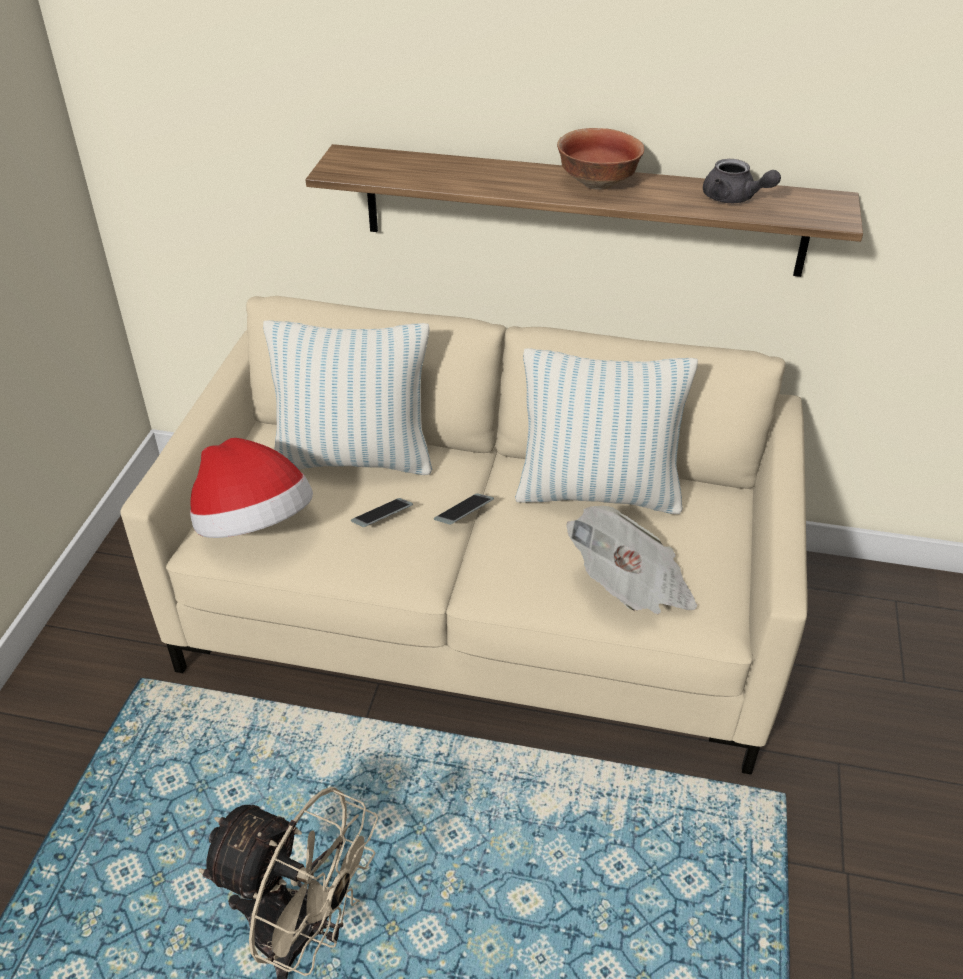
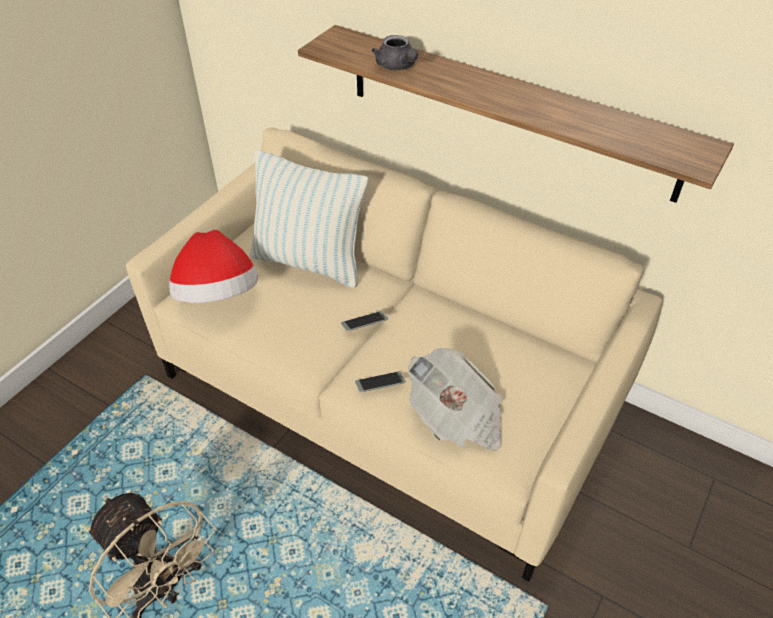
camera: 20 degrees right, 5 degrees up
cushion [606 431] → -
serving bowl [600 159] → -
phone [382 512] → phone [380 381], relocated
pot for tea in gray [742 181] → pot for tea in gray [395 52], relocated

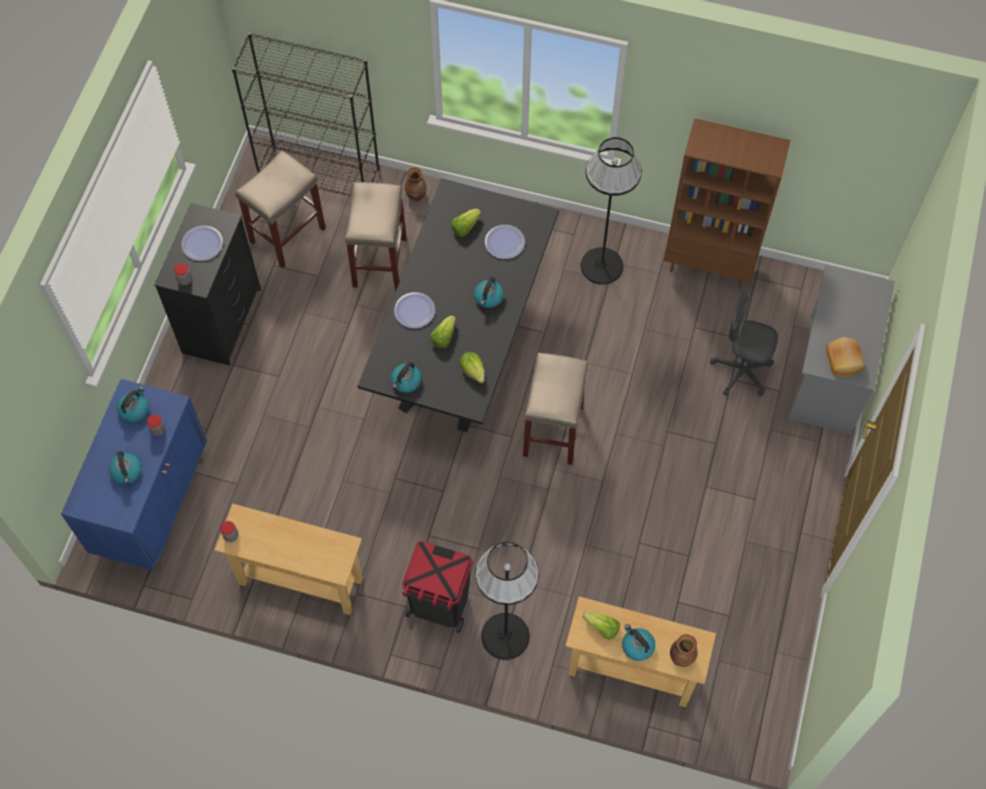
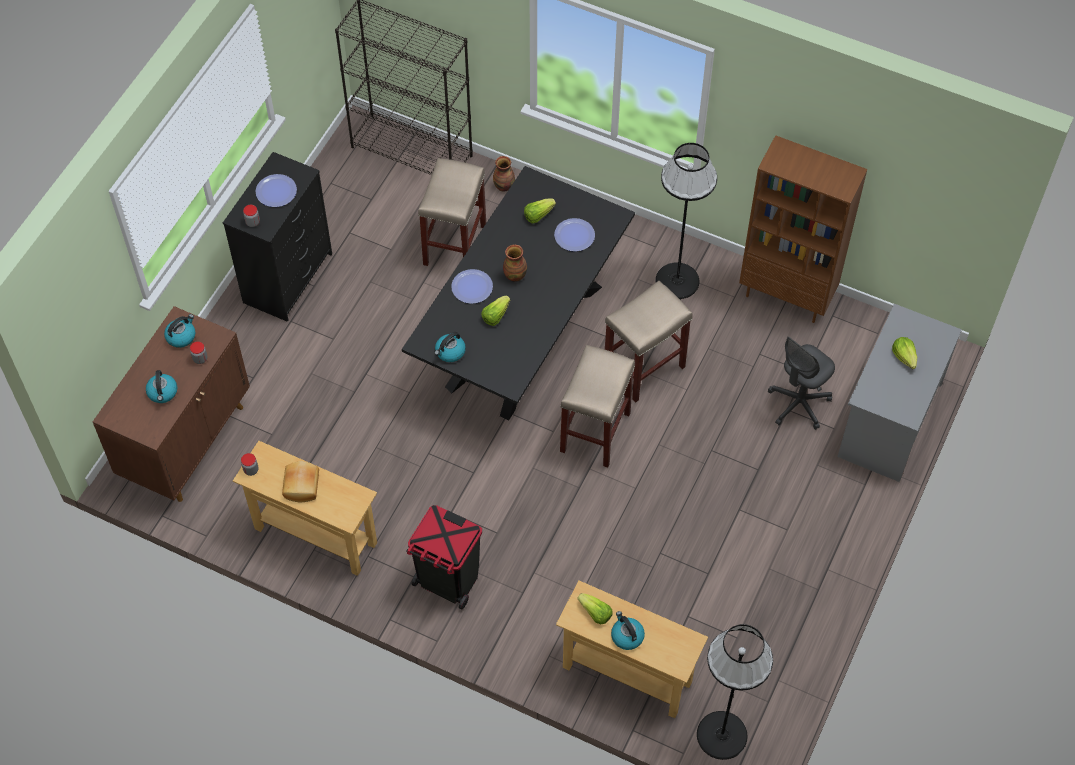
camera: 10 degrees right, 5 degrees down
water kettle [489 292] → -
sitting stool in beige-coloured [280 209] → sitting stool in beige-coloured [649 342], relocated
head of lettuce [472 367] → head of lettuce [904 353], relocated
floor lamp in black [507 601] → floor lamp in black [735 692], relocated
vase [684 650] → vase [515 263], relocated
baked bread [845 357] → baked bread [300 481], relocated
storage cabinet in blue [134 475] → storage cabinet in brown-coloured [171 404]
desk chair in gray [744 342] → desk chair in gray [801 383], 75 degrees counterclockwise

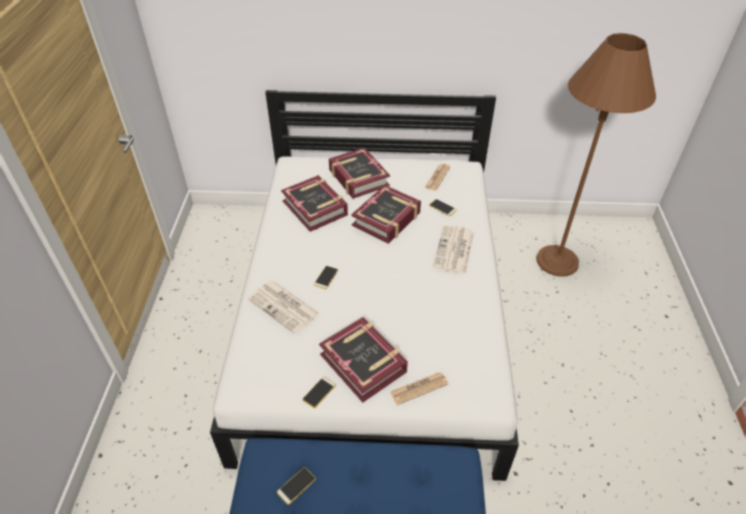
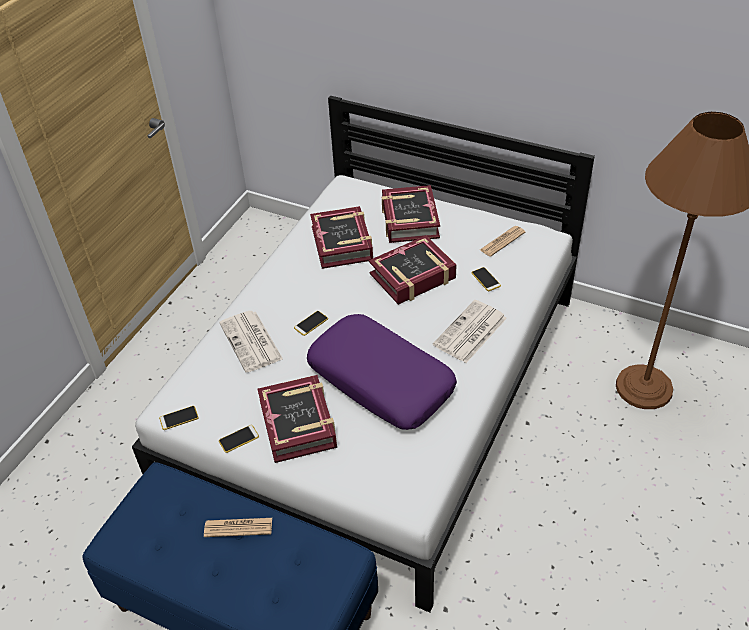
camera: 25 degrees right, 0 degrees up
- → cushion in purple-coloured [382 372]
phone [296 486] → phone [179 418], relocated
daily paper [419 388] → daily paper [238 527], relocated

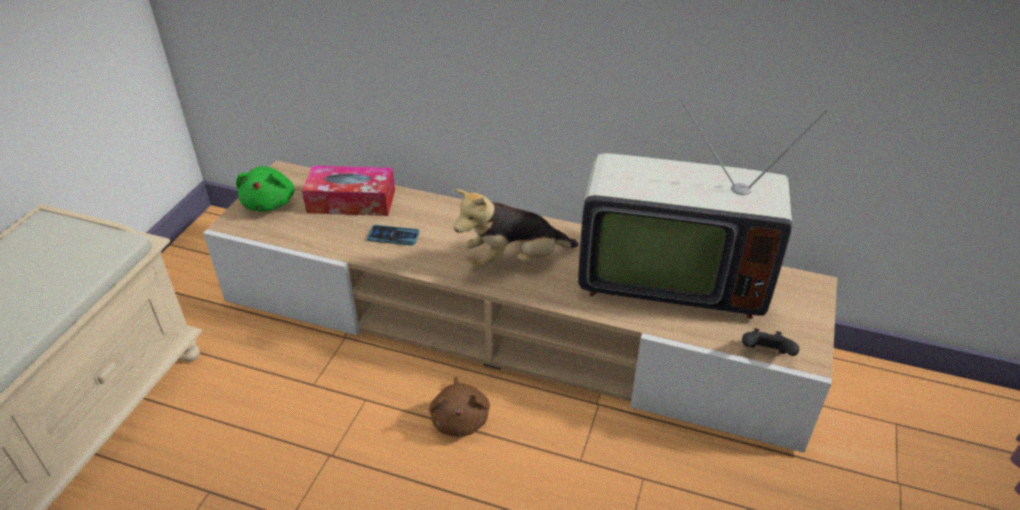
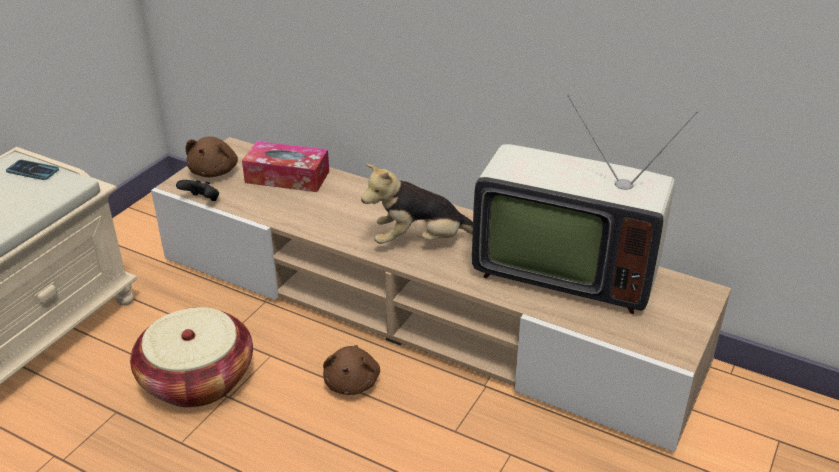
camera: 10 degrees right, 5 degrees down
- → storage basket [191 357]
phone [393 235] → phone [32 170], relocated
game controller in black [770 342] → game controller in black [197 190], relocated
plush toy in green [265 189] → plush toy in brown-coloured [212 156]

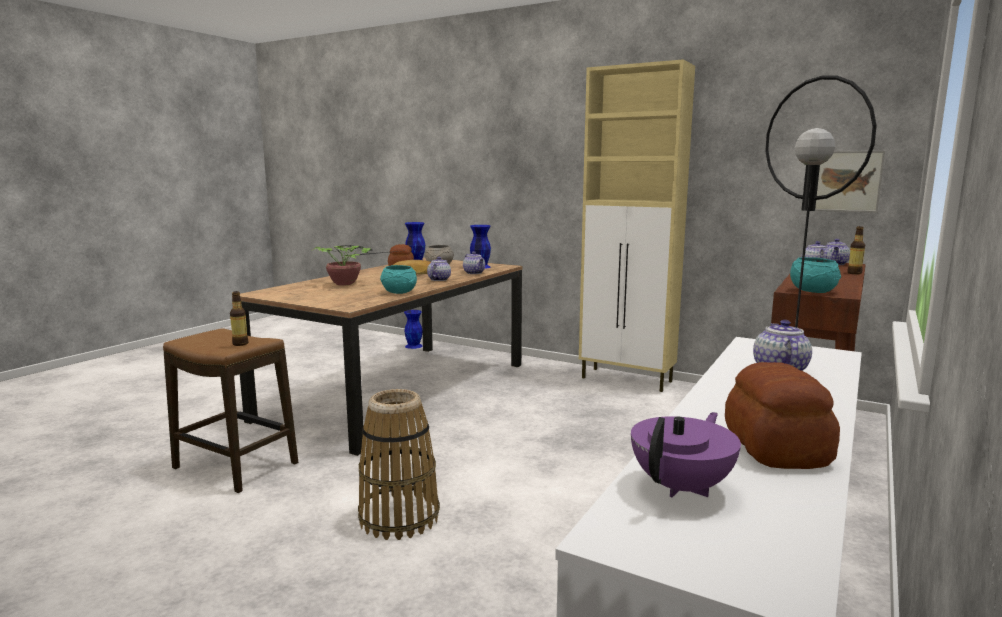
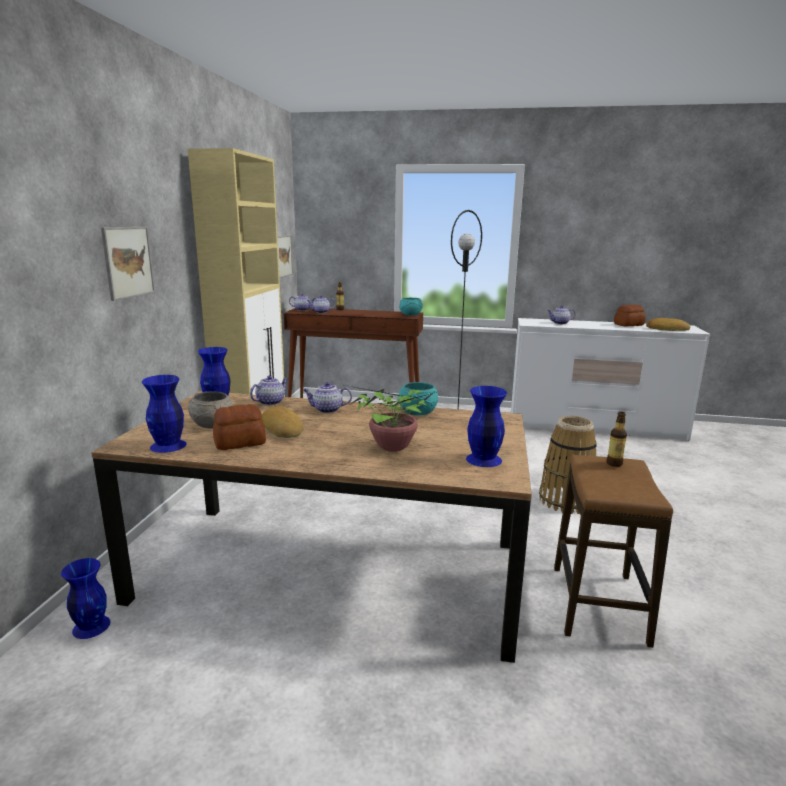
camera: 110 degrees left, 5 degrees up
- → picture [128 264]
- → vase in blue [486 426]
pot for tea in purple-coloured [686 454] → baked bread [668 324]

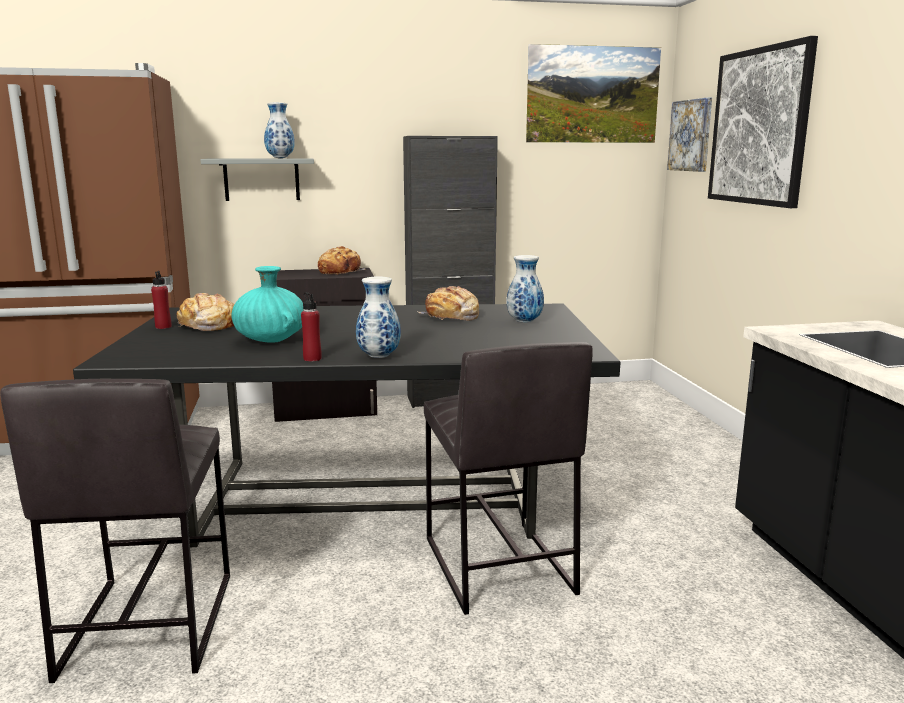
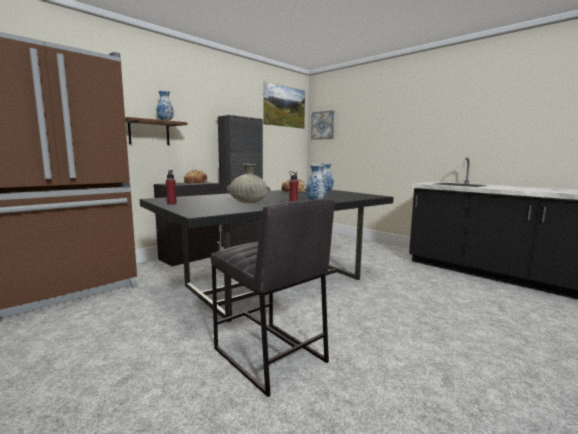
camera: 35 degrees left, 5 degrees down
baked bread [206 312] → -
sitting stool in gray [508 478] → -
picture [763 122] → -
shelf in gray [257 179] → shelf in brown-coloured [156 131]
vase in blue-green [267 304] → vase in beige-coloured [249 183]

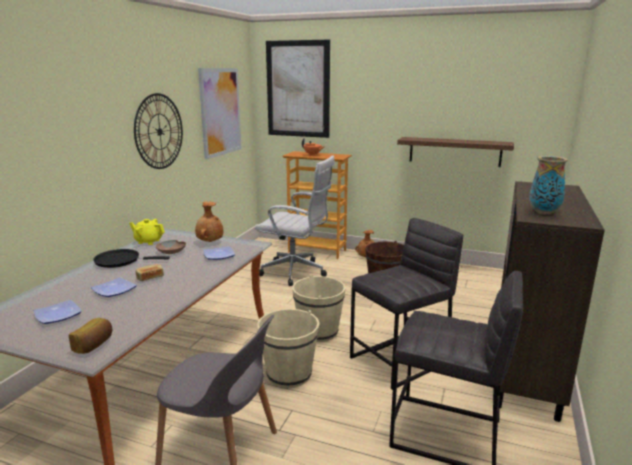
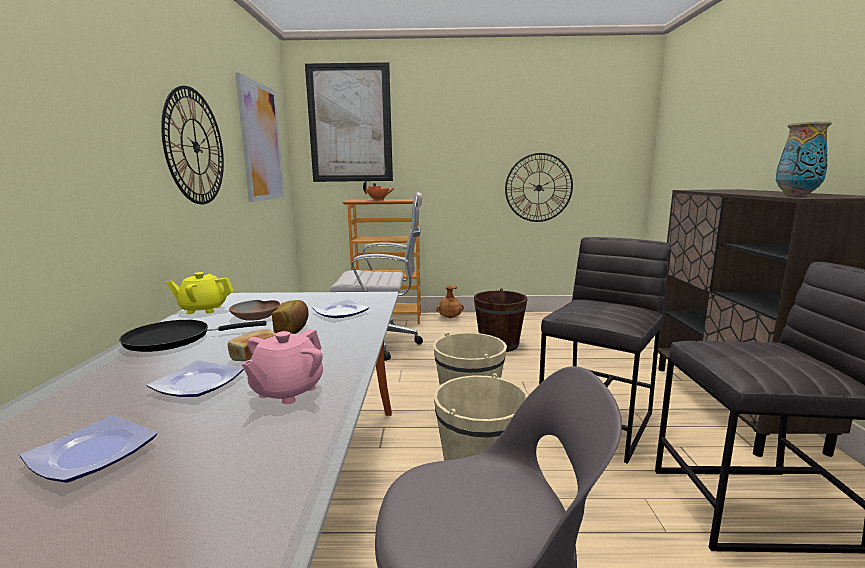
camera: 20 degrees left, 5 degrees down
vase in brown-coloured [209 222] → -
- → pot for tea in pinkish [282 366]
baked bread [90 336] → baked bread [290 317], relocated
shelf in brown-coloured [455 152] → hanging clock [539 187]

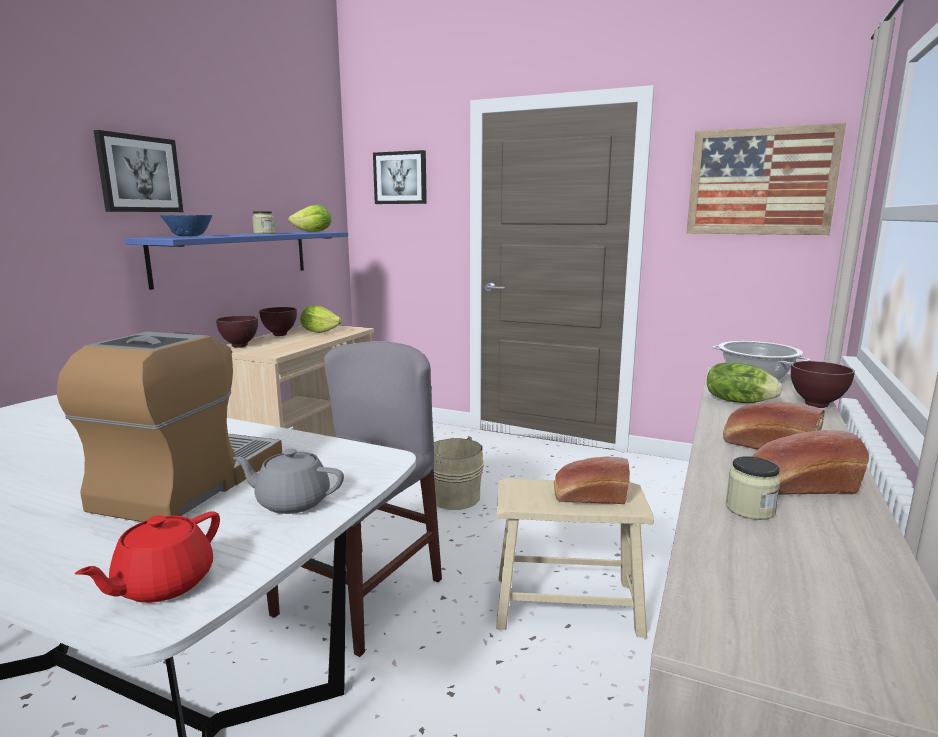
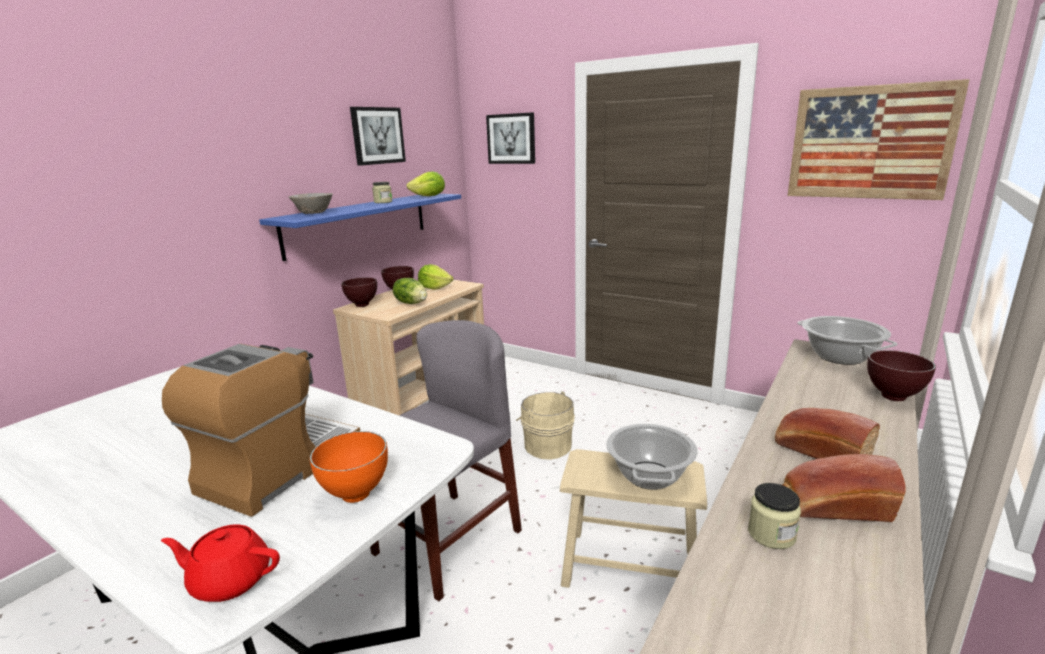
camera: 10 degrees right, 5 degrees up
picture [138 171] → picture [378 136], relocated
head of lettuce [744 382] → head of lettuce [410 291], relocated
pot for tea in gray [288 481] → serving bowl in orange-coloured [349 467]
baked bread [592 480] → cooking pot [652 457]
serving bowl in blue [186 225] → serving bowl in gray [311 203]
pot for tea in reddish [147 557] → pot for tea in reddish [220 563], 60 degrees clockwise

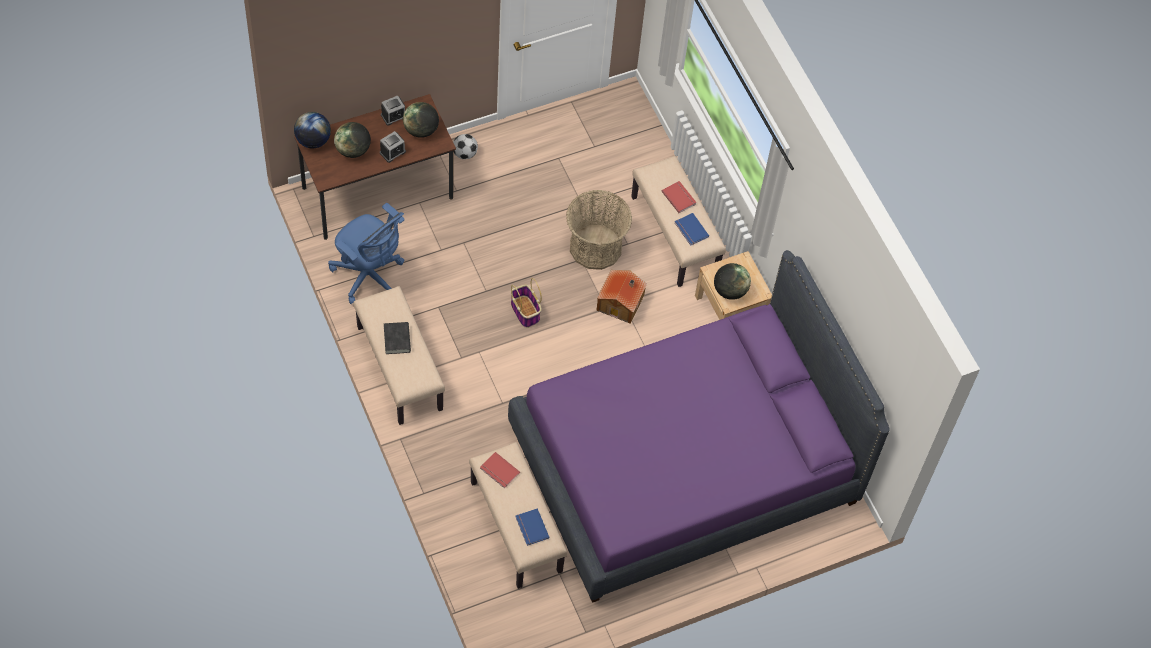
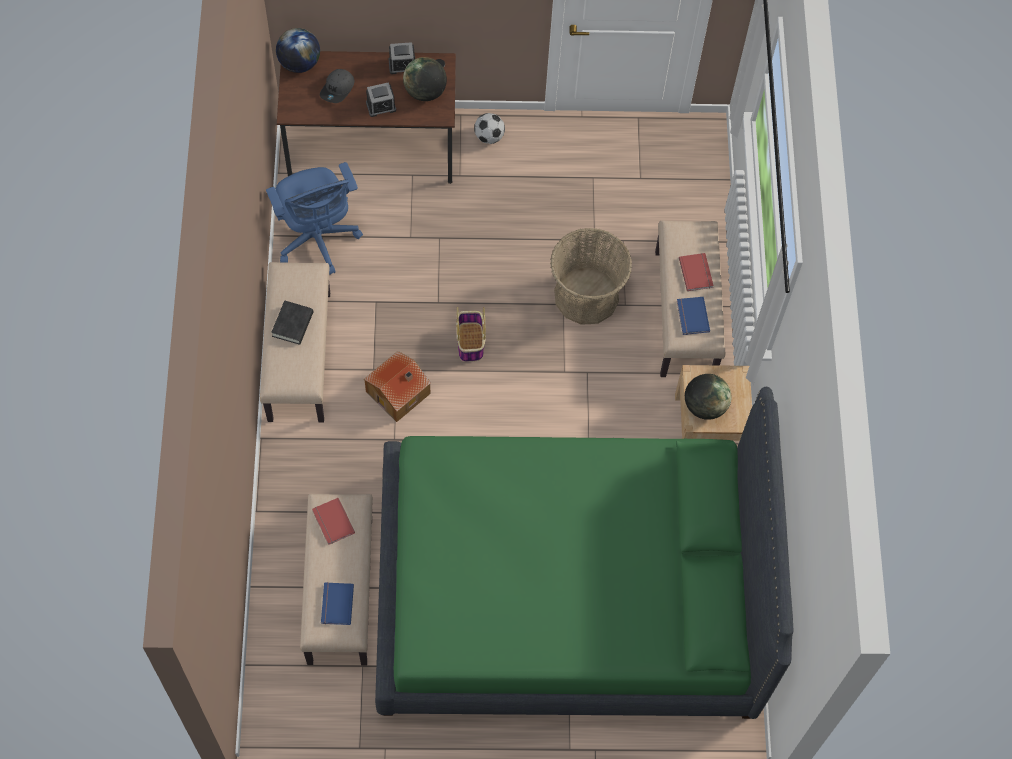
camera: 25 degrees right, 5 degrees up
toy house [621 297] → toy house [397 386], relocated
world globe [352 140] → peaked cap in gray [337 86]
bedroom bed in purple-coloured [699 426] → bedroom bed in green [584 553]

